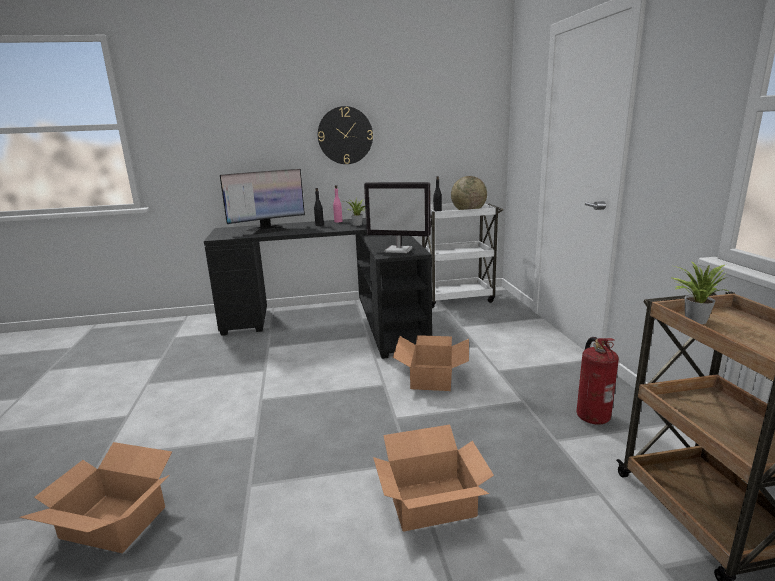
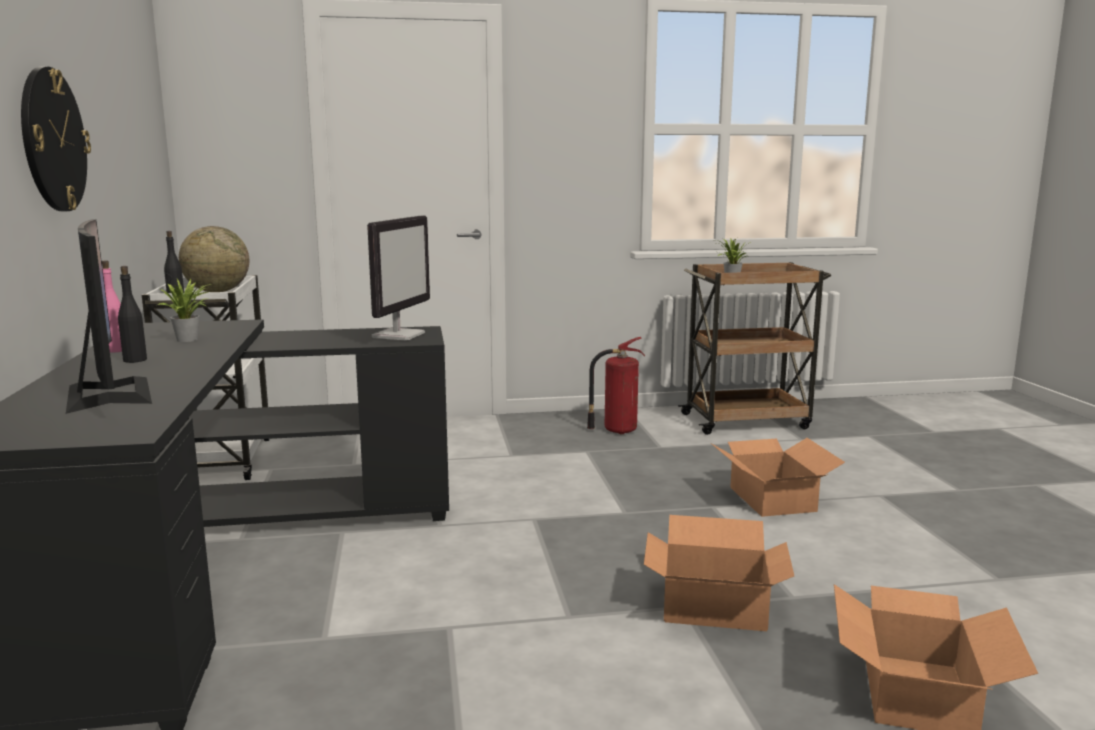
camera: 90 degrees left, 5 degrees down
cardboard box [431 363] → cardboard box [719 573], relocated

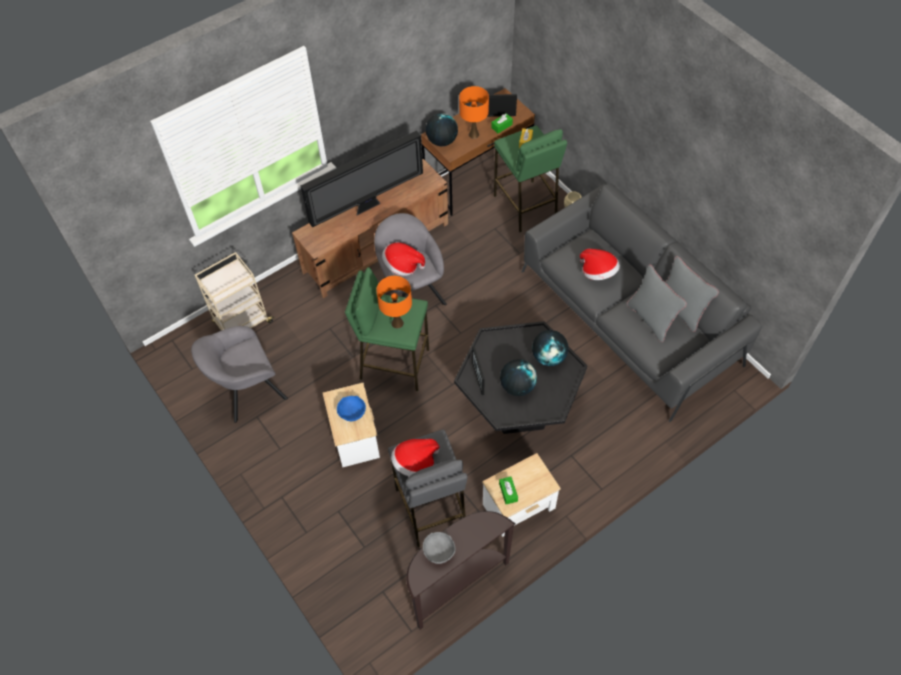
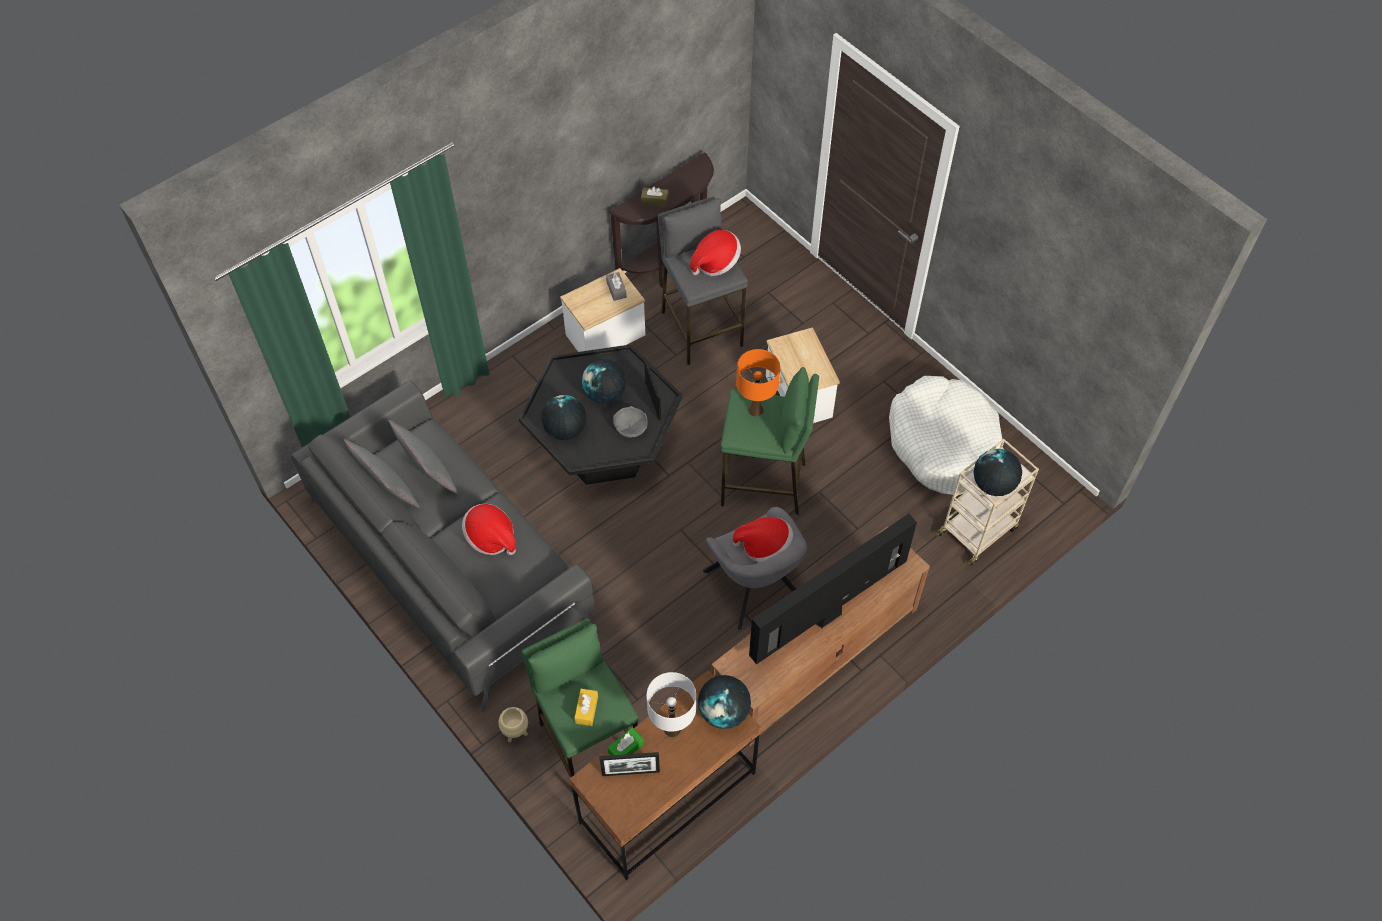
camera: 175 degrees right, 0 degrees up
serving bowl in blue [351 408] → -
- → box of tissues in brown-coloured [655 197]
- → world globe [997 472]
serving bowl in gray [439 548] → serving bowl in gray [630 422], relocated
easy chair in gray [239 374] → dog cushion in white-coloured [945 435]
tabletop lamp in orange-coloured [474 112] → tabletop lamp in white-coloured [671 704]
box of tissues in green [508 490] → box of tissues in gray [616 286]

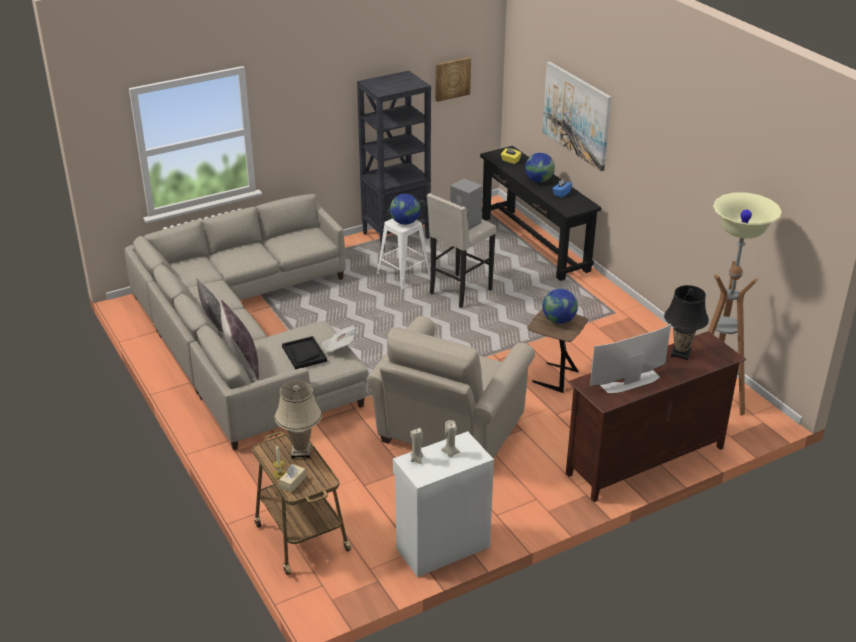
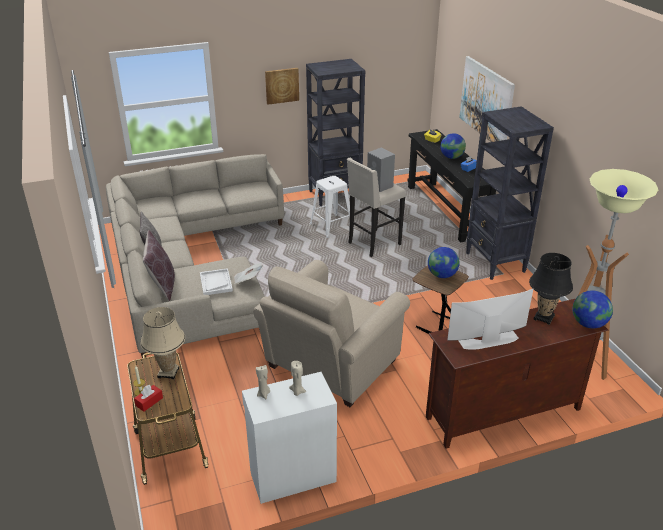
camera: 10 degrees right, 0 degrees up
- → bookcase in black [510 193]
world globe [405 209] → world globe [593 309], relocated
picture [453 79] → picture [282 86], relocated
box of tissues in beige-coloured [292 478] → box of tissues in reddish [148 398]
tray in black [304 353] → tray in white-coloured [216 281]

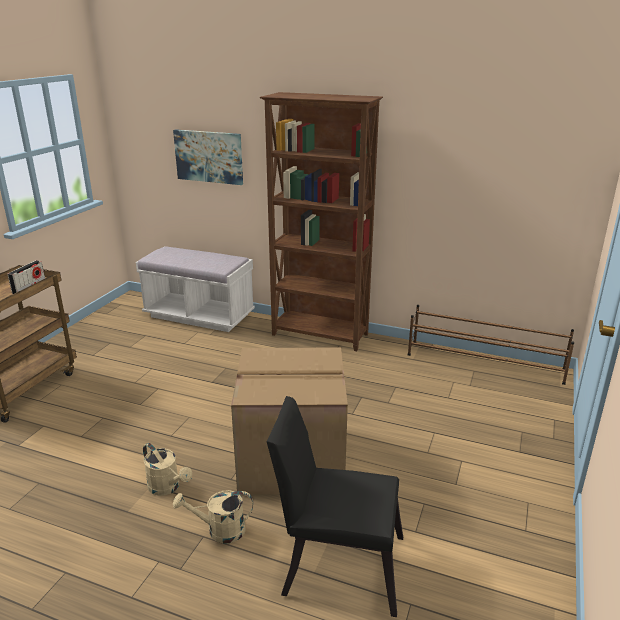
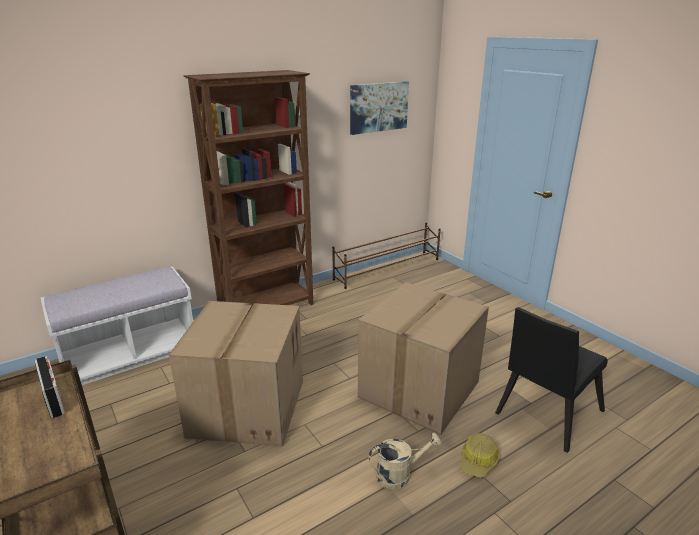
camera: 55 degrees left, 0 degrees up
- → cardboard box [236 374]
picture [208 157] → picture [379 108], relocated
watering pot in beige-coloured [213 517] → safety helmet [480 455]

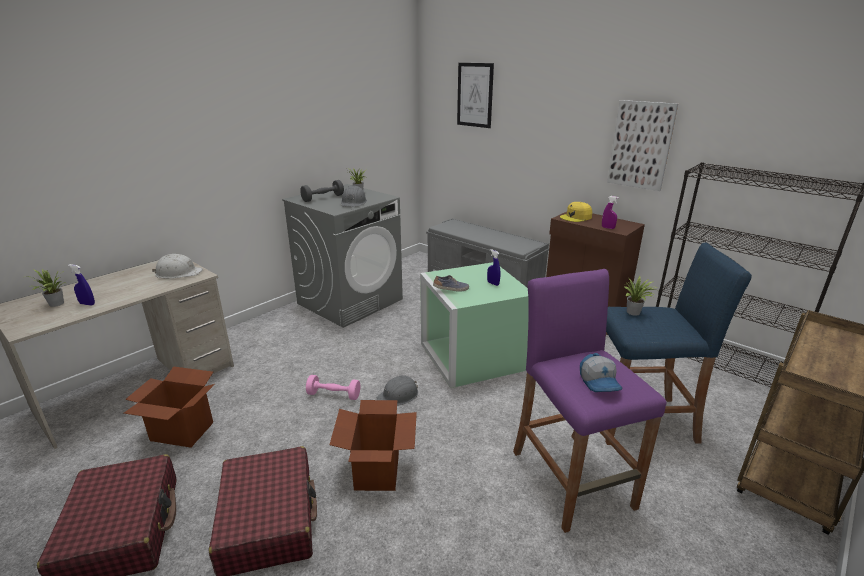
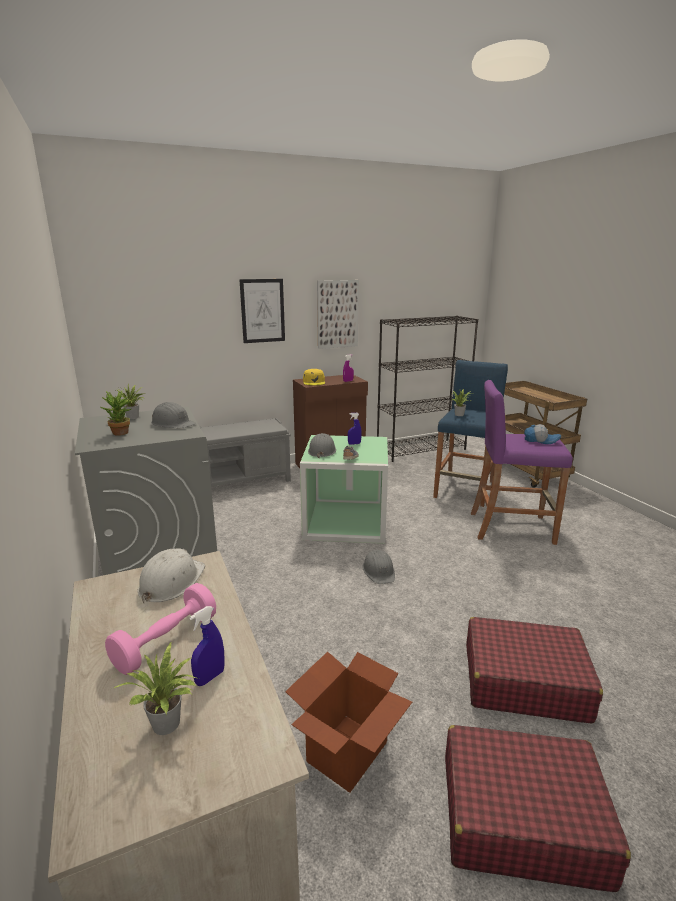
camera: 65 degrees left, 5 degrees down
cardboard box [373 445] → -
- → safety helmet in gray [322 445]
hand weight in pinkish [333 387] → hand weight in pinkish [160 629], relocated
picture [475 95] → picture [262 311], relocated
hand weight in gray [322 191] → potted plant [118 413]

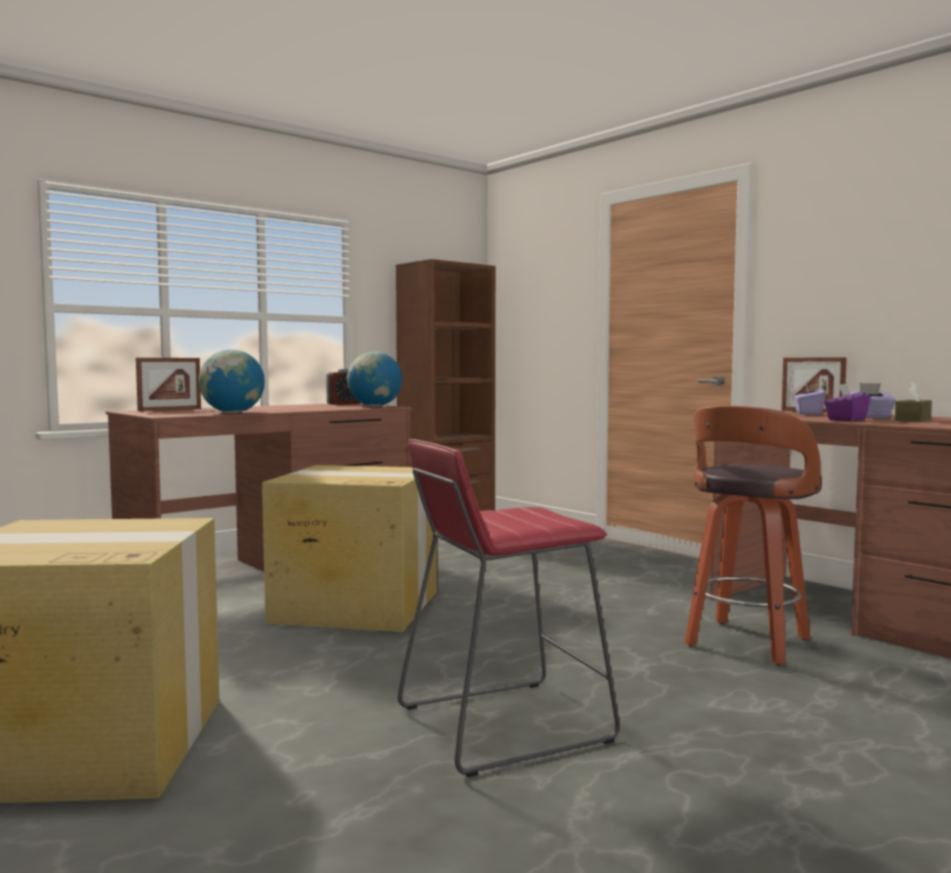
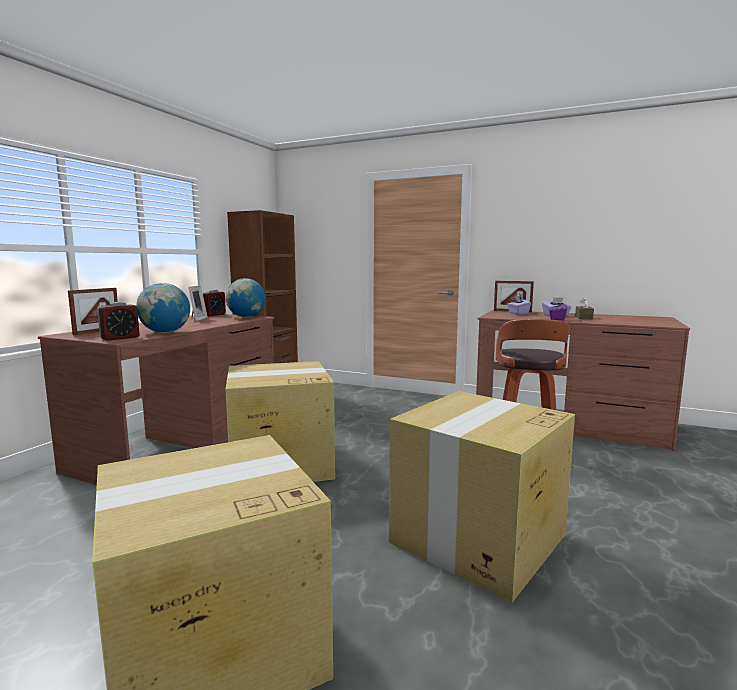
camera: 25 degrees left, 5 degrees up
- → bedside clock [118 321]
- → picture frame [198 303]
sitting stool in reddish [509 608] → cardboard box [482 496]

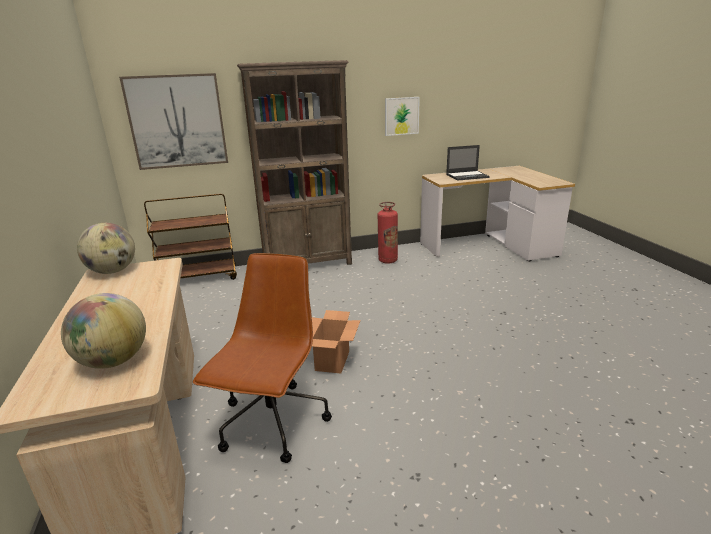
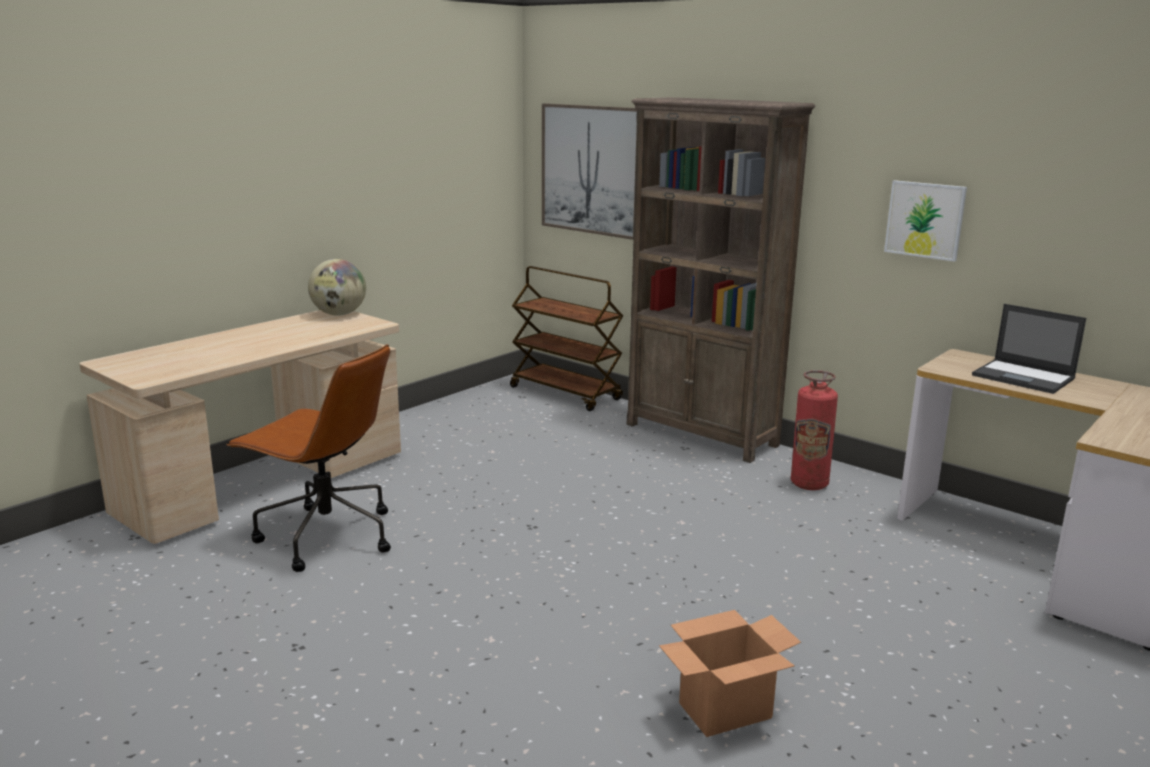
camera: 55 degrees right, 5 degrees down
world globe [103 331] → -
cardboard box [336 342] → cardboard box [730 673], relocated
desk chair in brown-coloured [262 358] → desk chair in brown-coloured [308 458], 45 degrees clockwise

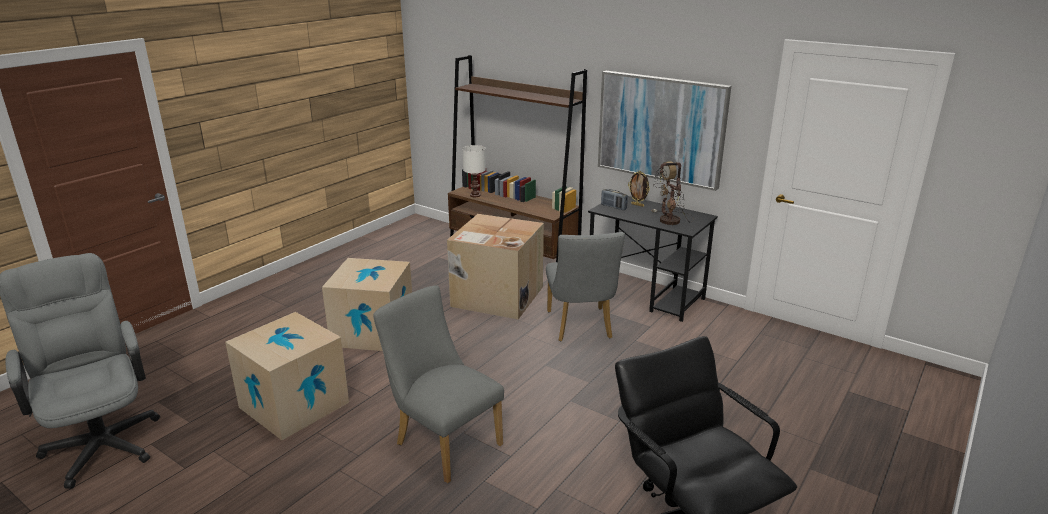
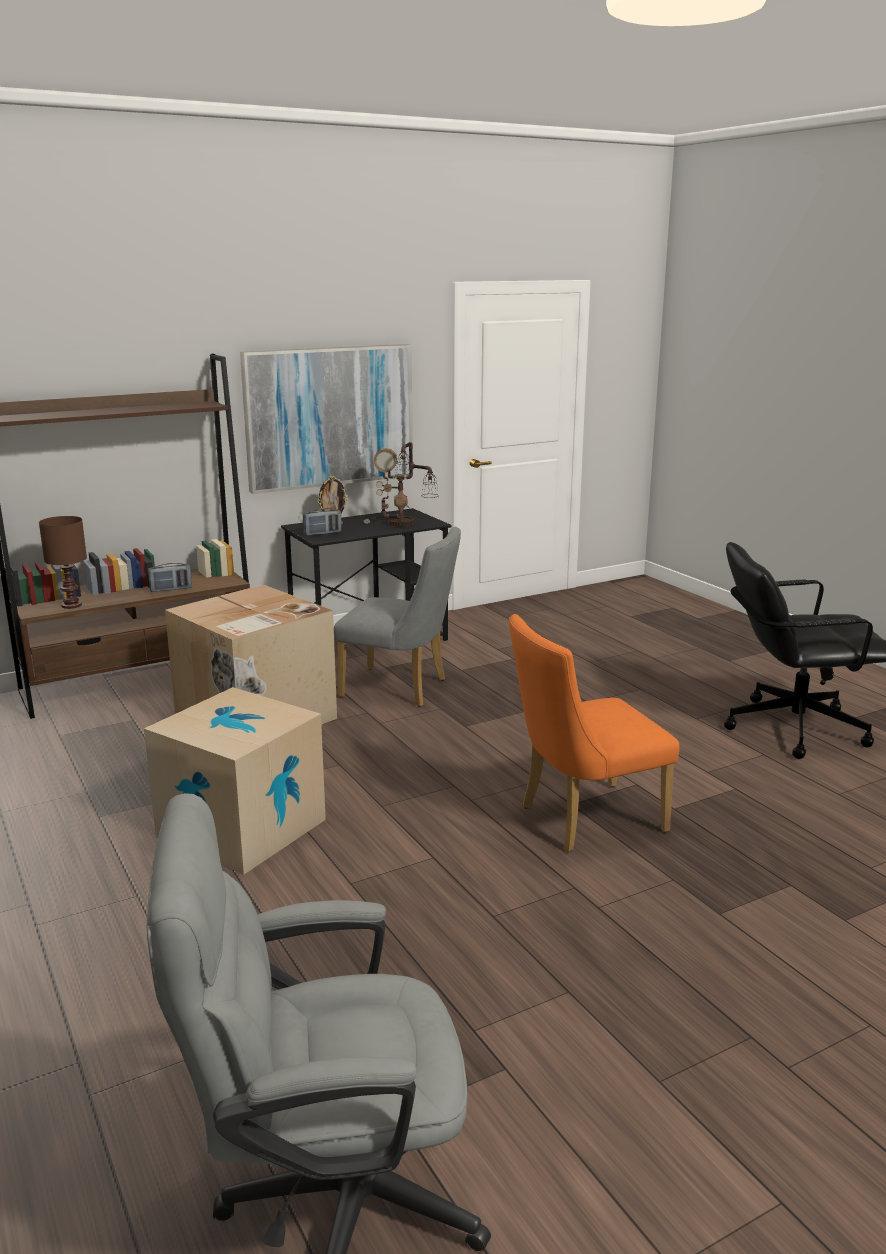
camera: 65 degrees left, 5 degrees down
cardboard box [287 376] → -
- → radio set [170 577]
plain chair in gray [438 384] → plain chair in orange-coloured [594 733]
tabletop lamp in white-coloured [474 171] → tabletop lamp in brown-coloured [63 562]

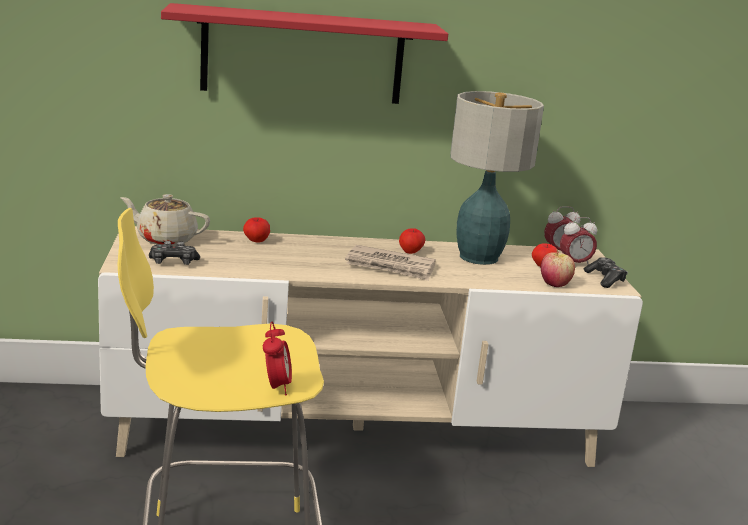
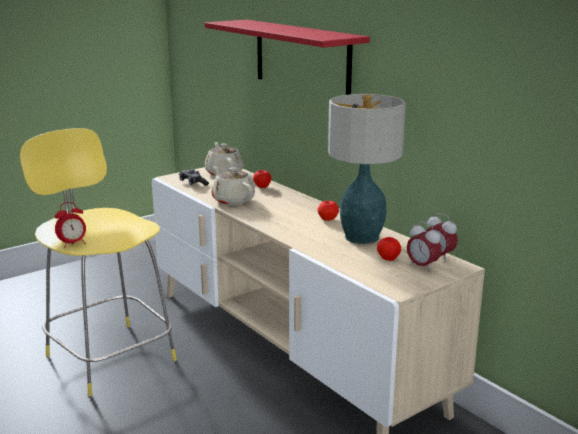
camera: 60 degrees right, 0 degrees up
daily paper [390 263] → -
whole apple [558 268] → -
game controller [605 272] → -
- → pot for tea in beige-coloured [233 185]

